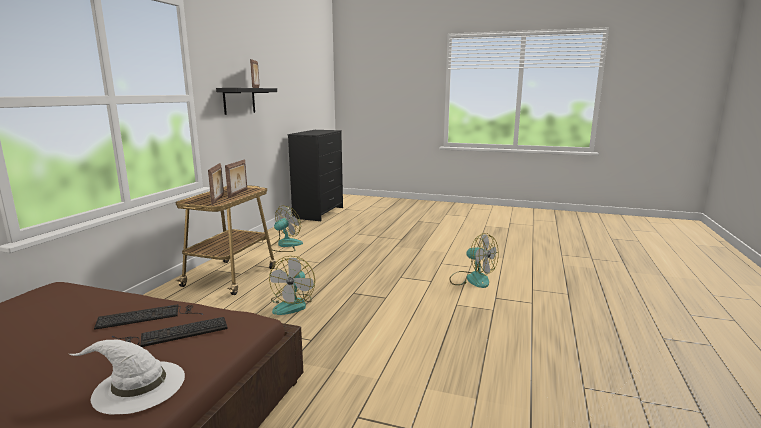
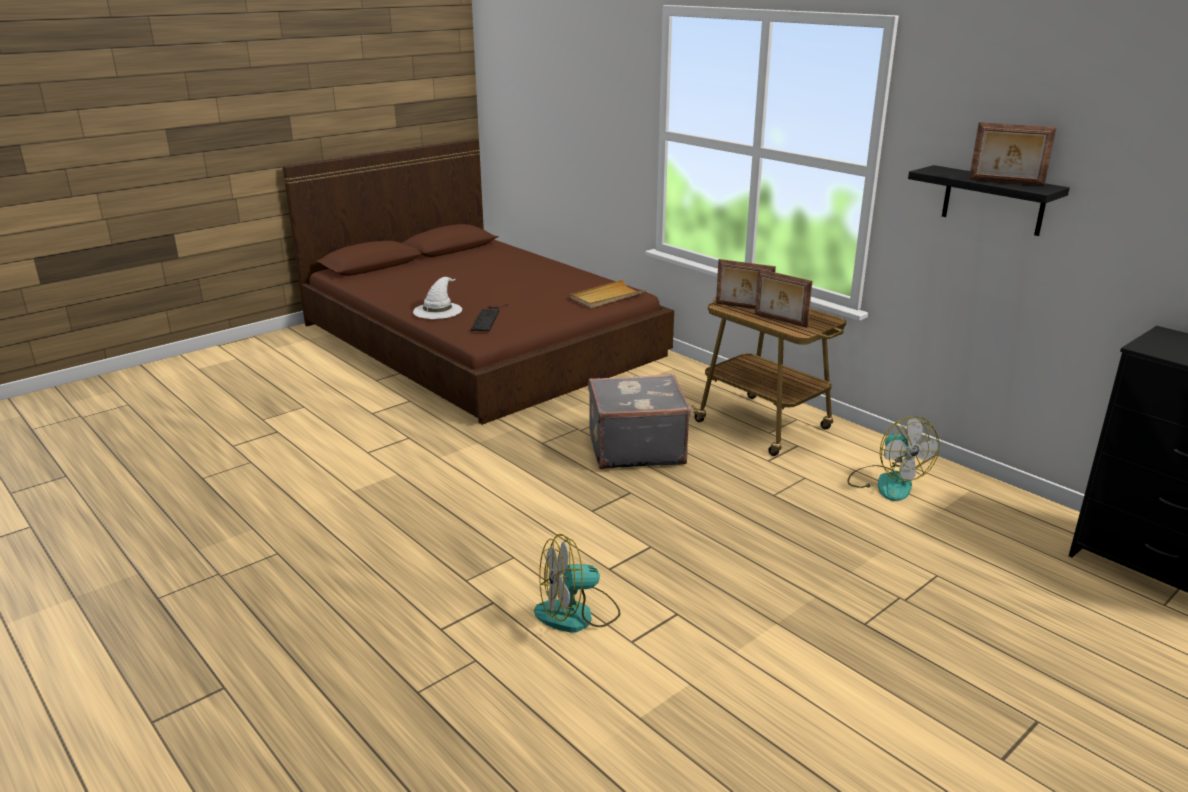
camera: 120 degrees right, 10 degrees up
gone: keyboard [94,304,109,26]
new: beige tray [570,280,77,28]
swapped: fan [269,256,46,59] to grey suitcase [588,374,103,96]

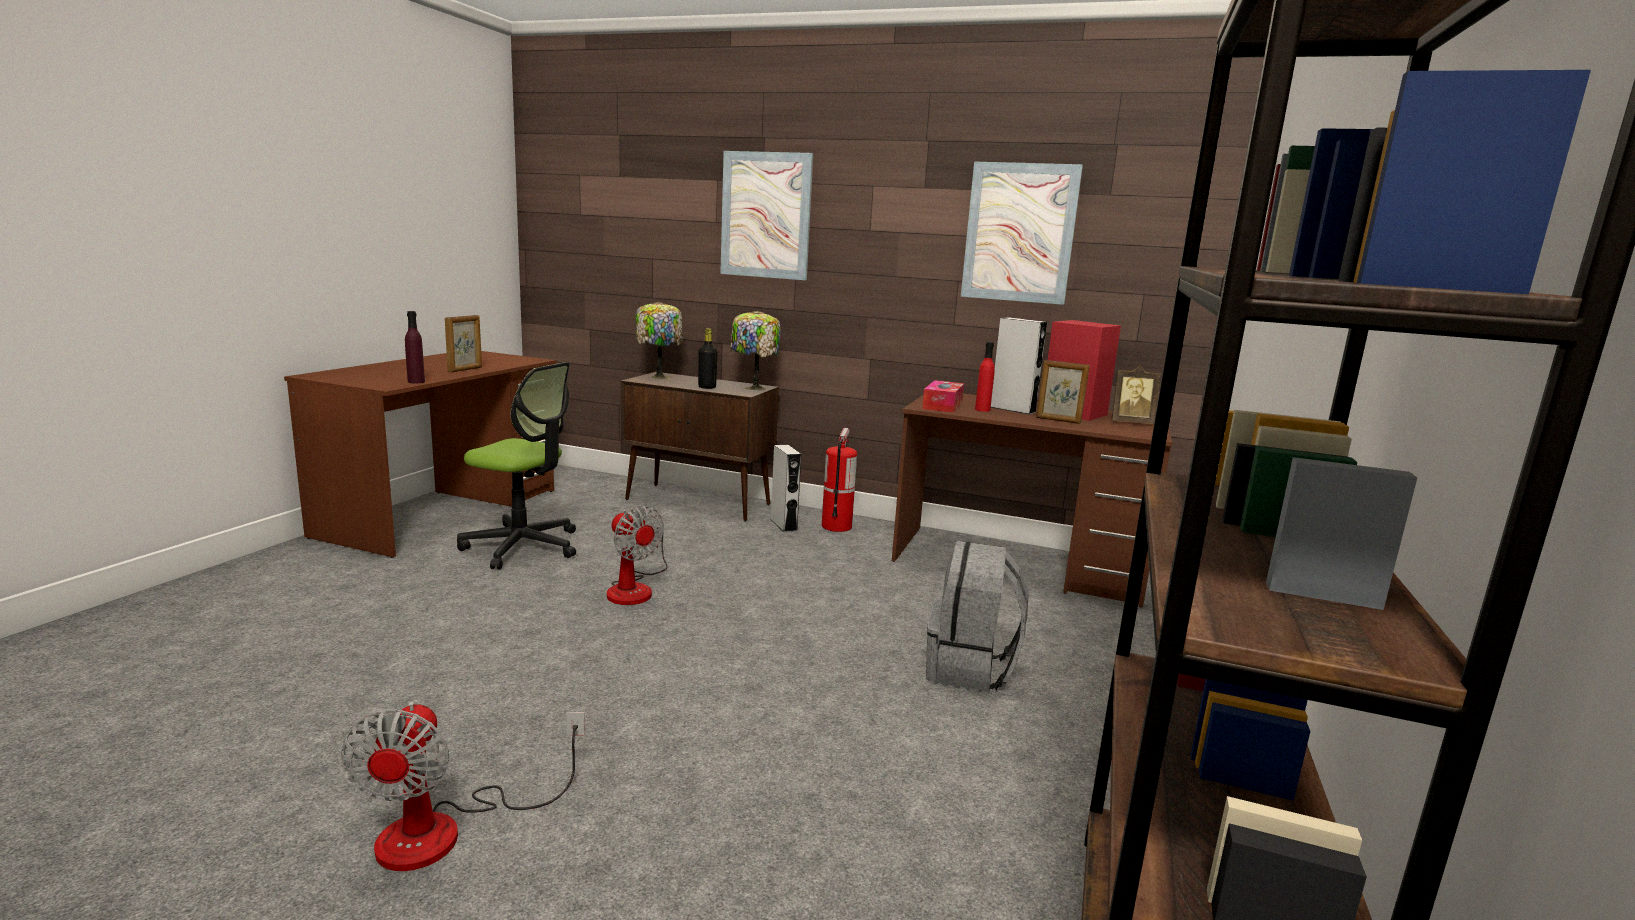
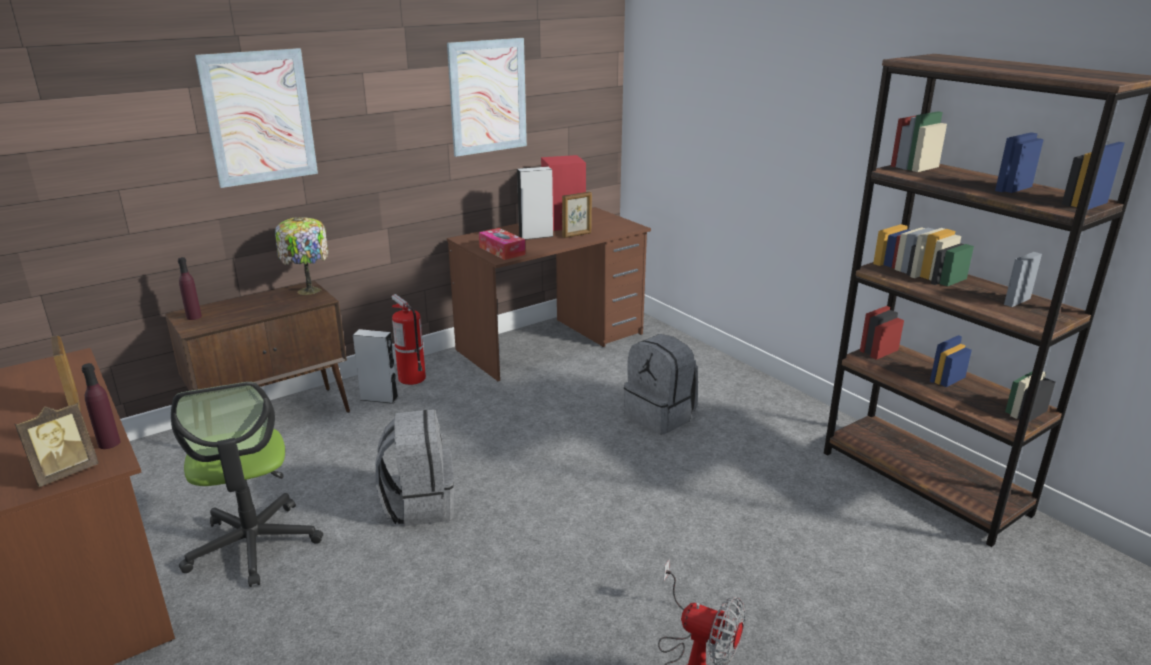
camera: 55 degrees left, 10 degrees up
gone: black bottle [698,328,20,61]; red bottle [975,342,20,70]
shifted: picture frame [1112,366,49,58] to [15,403,84,84]
swapped: fan [607,505,61,100] to grey backpack [375,409,79,118]; table lamp [636,302,47,77] to purple bottle [178,257,24,63]
rotated: office chair [457,362,119,208] = [171,382,152,205] 105 degrees clockwise

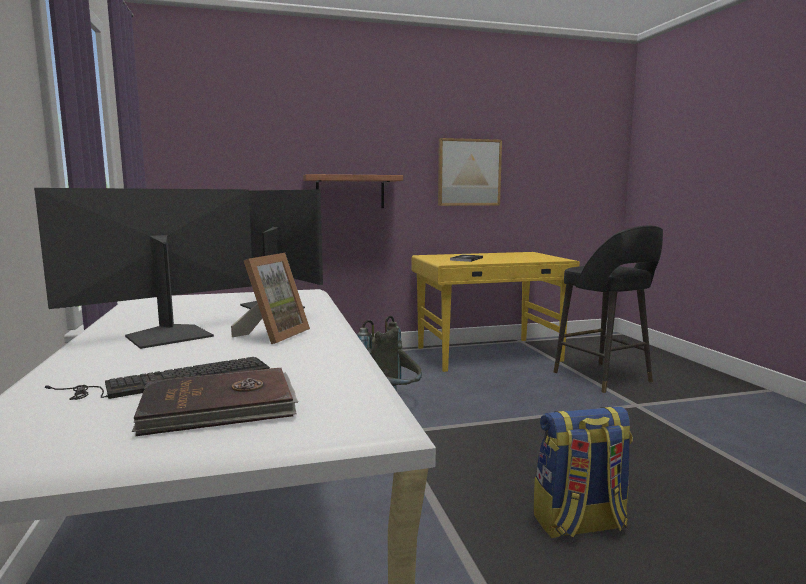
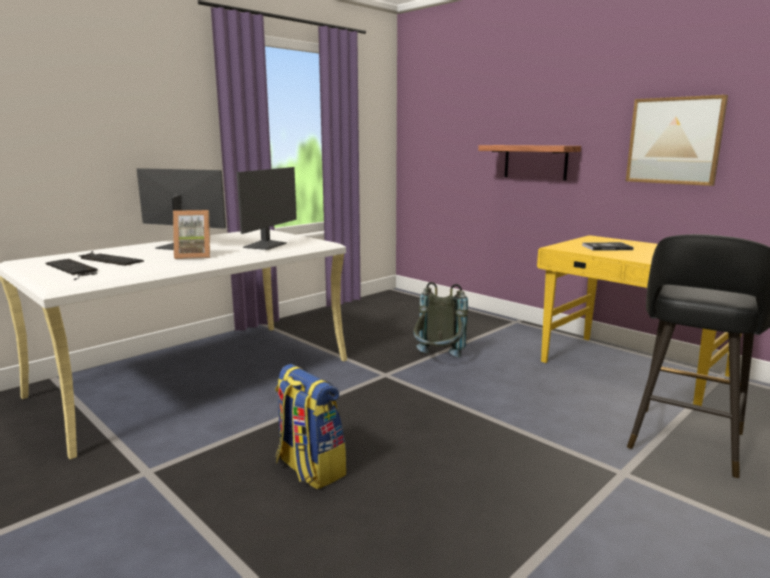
camera: 60 degrees right, 5 degrees up
swapped: brown book [132,368,166,68] to keyboard [45,259,53,21]

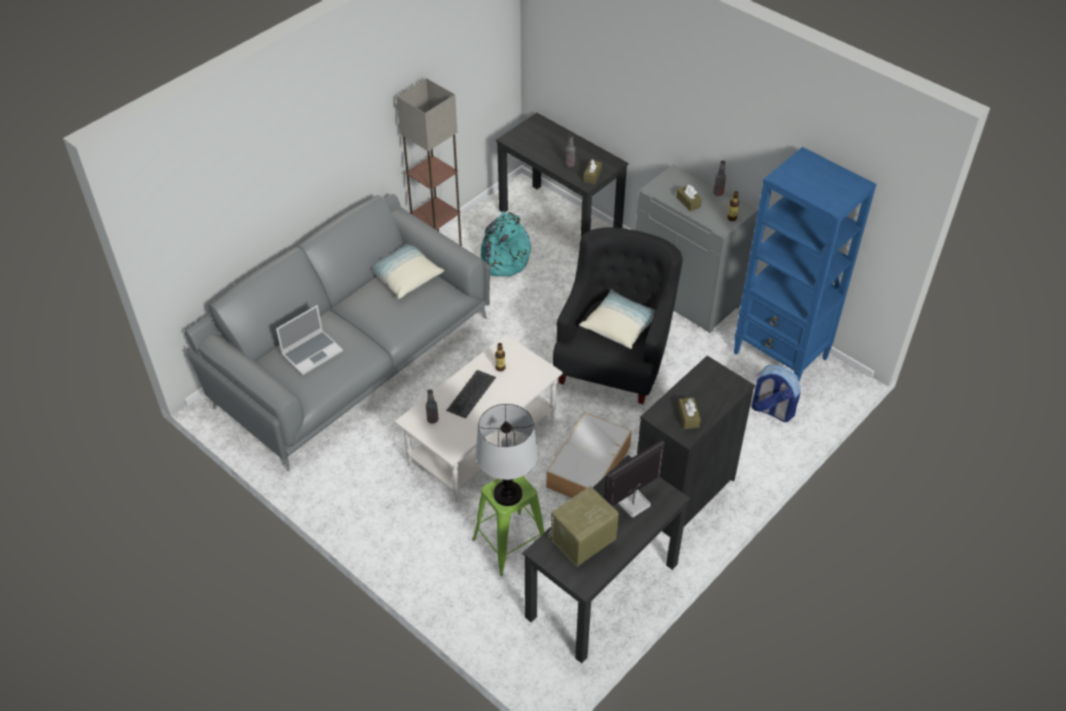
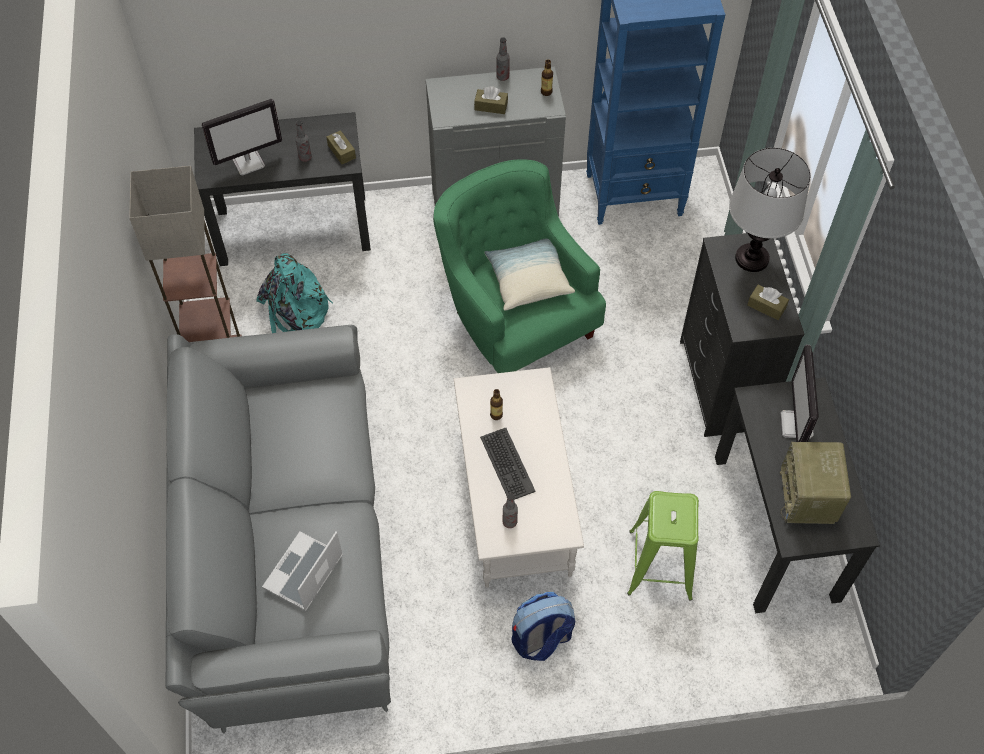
camera: 50 degrees left, 10 degrees up
gone: pillow [370,243,74,56]; storage box [546,412,86,86]
new: monitor [202,99,80,76]
shifted: table lamp [475,404,63,102] to [729,148,82,124]; backpack [752,365,49,57] to [511,592,64,69]
repainted: black armchair [553,227,130,177] to green armchair [433,160,173,213]
rotated: laptop [276,305,67,70] = [262,532,81,79] 150 degrees counterclockwise

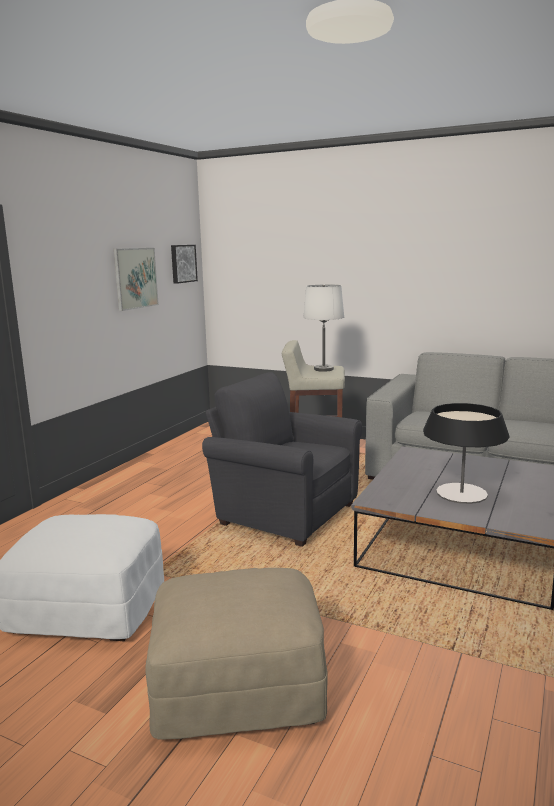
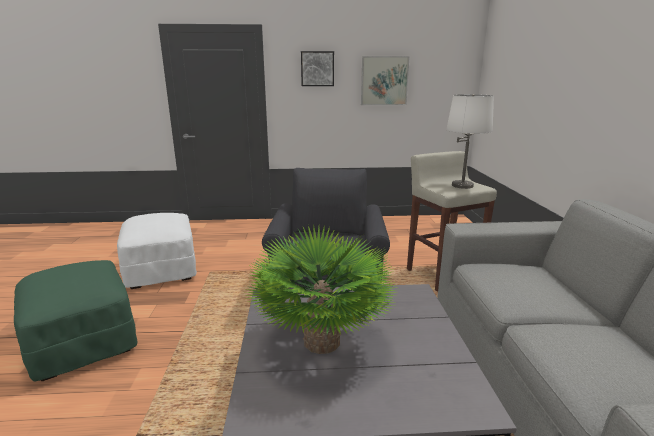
camera: 60 degrees right, 5 degrees up
shifted: picture [171,245,27,39] to [301,51,33,35]
swapped: table lamp [423,403,87,101] to potted plant [246,223,152,131]
repainted: beige ottoman [145,568,183,172] to green ottoman [14,260,123,122]

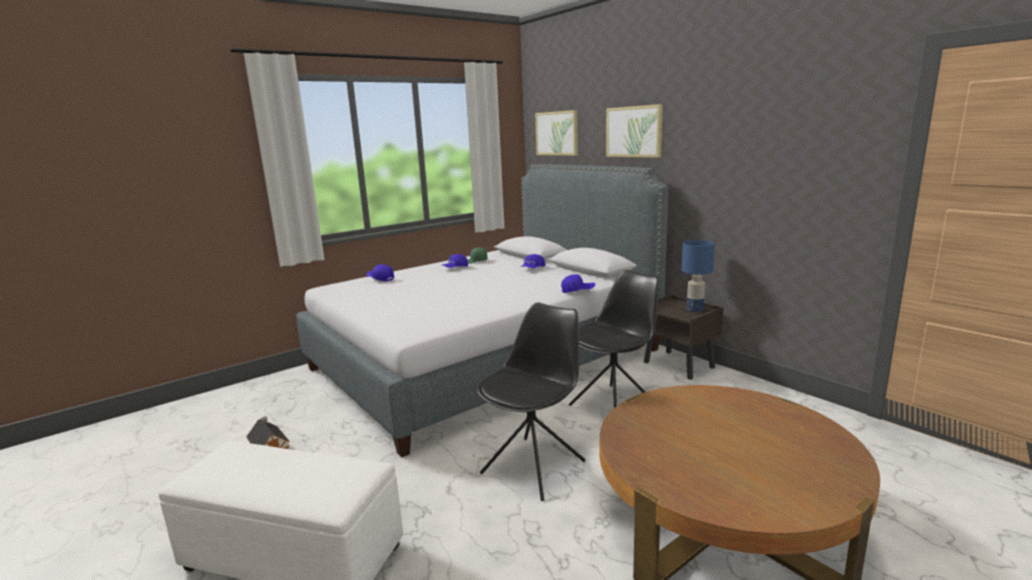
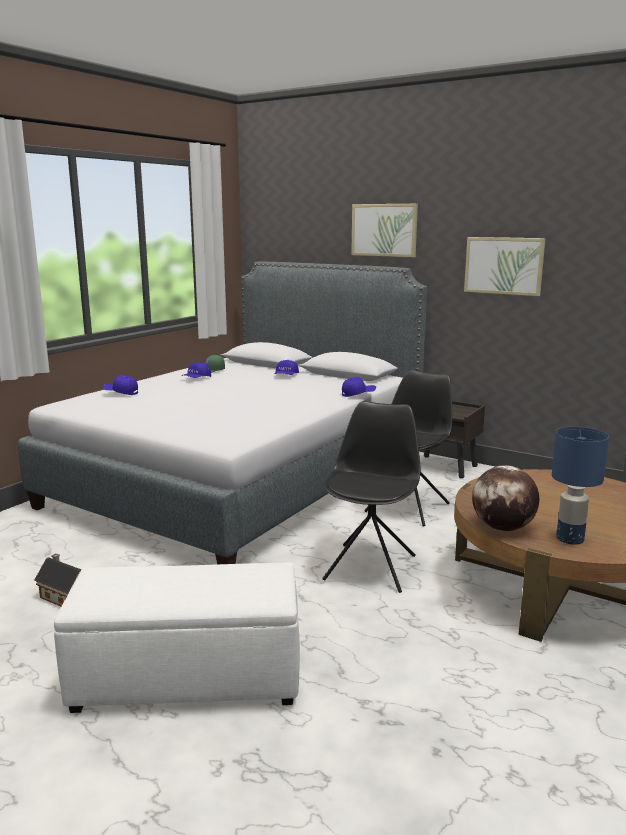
camera: 20 degrees left, 0 degrees up
new: globe [472,465,67,66]
shifted: picture [535,110,43,46] to [464,237,82,59]; blue table lamp [682,240,33,72] to [552,427,57,118]

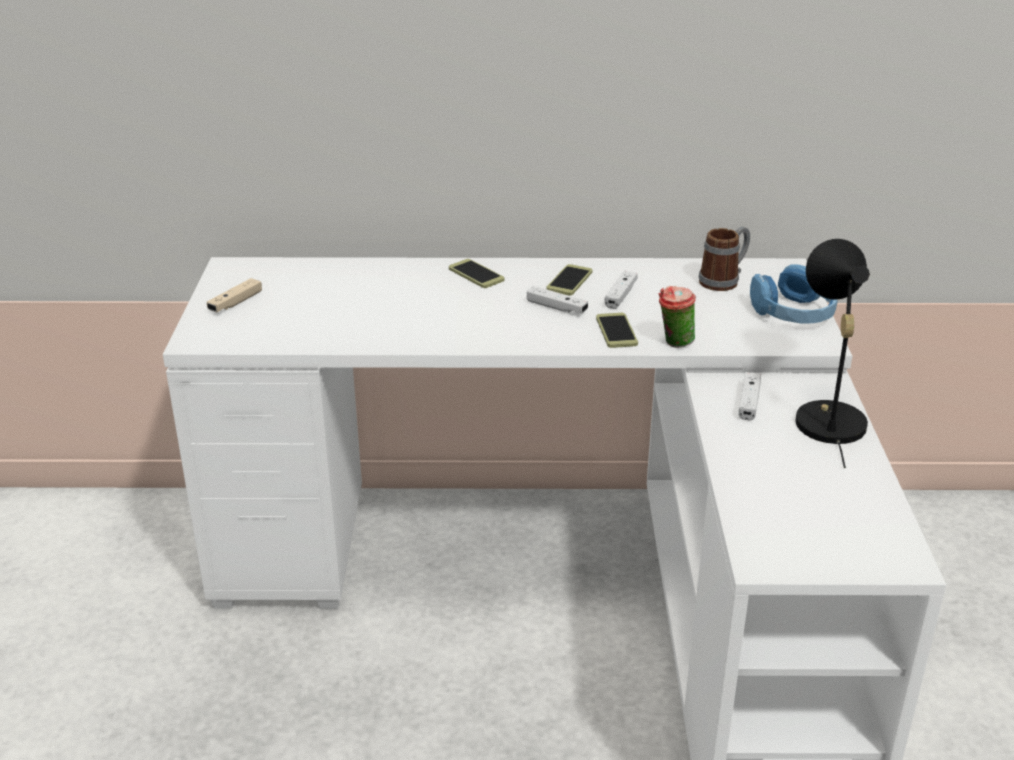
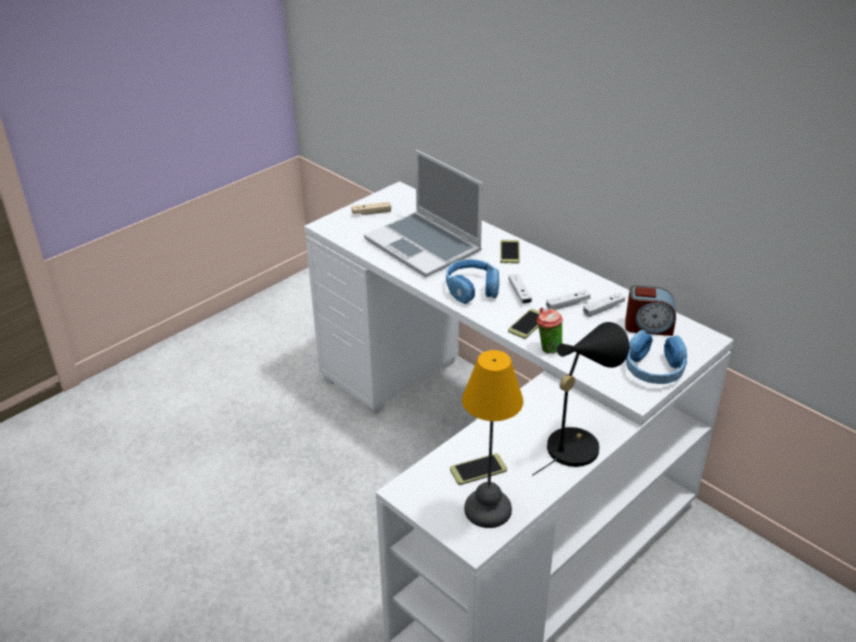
camera: 45 degrees right, 5 degrees up
new: laptop [364,150,119,127]; blue headphones [446,259,53,45]; table lamp [462,350,62,178]
shifted: phone [546,264,46,32] to [450,453,57,32]; white game controller [739,372,22,48] to [583,292,42,25]
swapped: mug [699,226,51,65] to alarm clock [625,285,51,51]

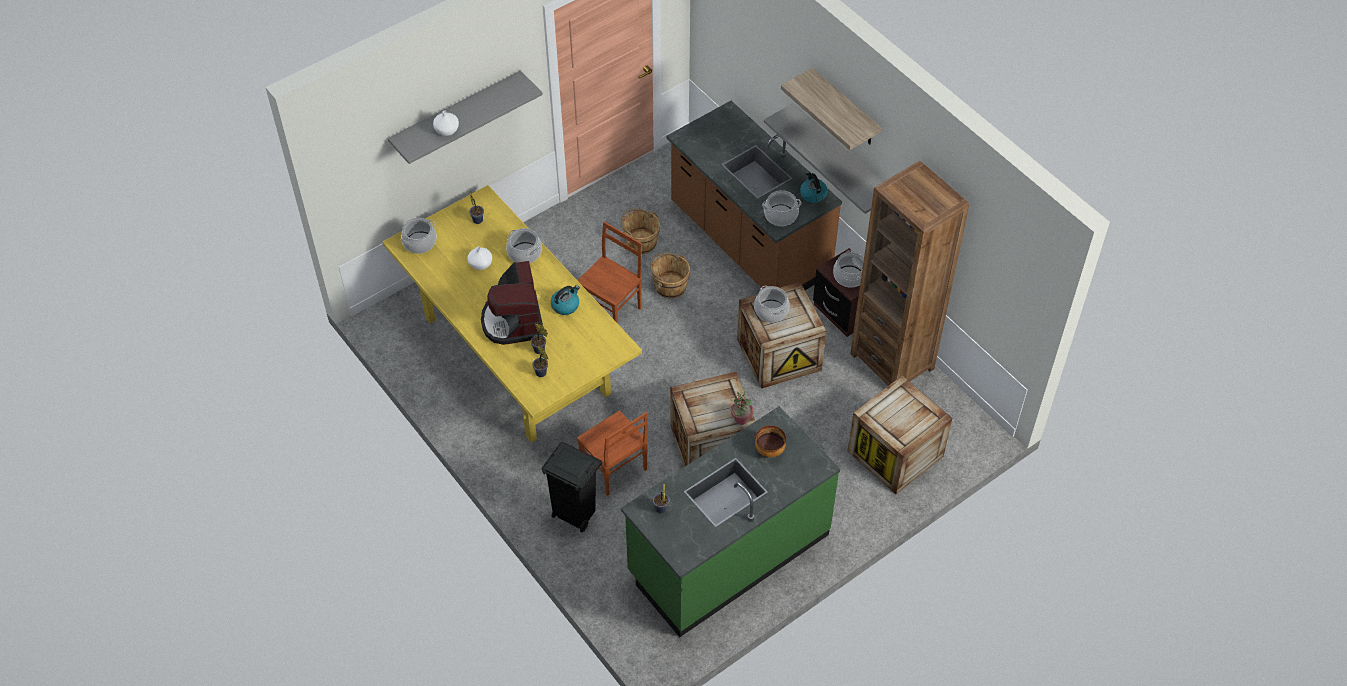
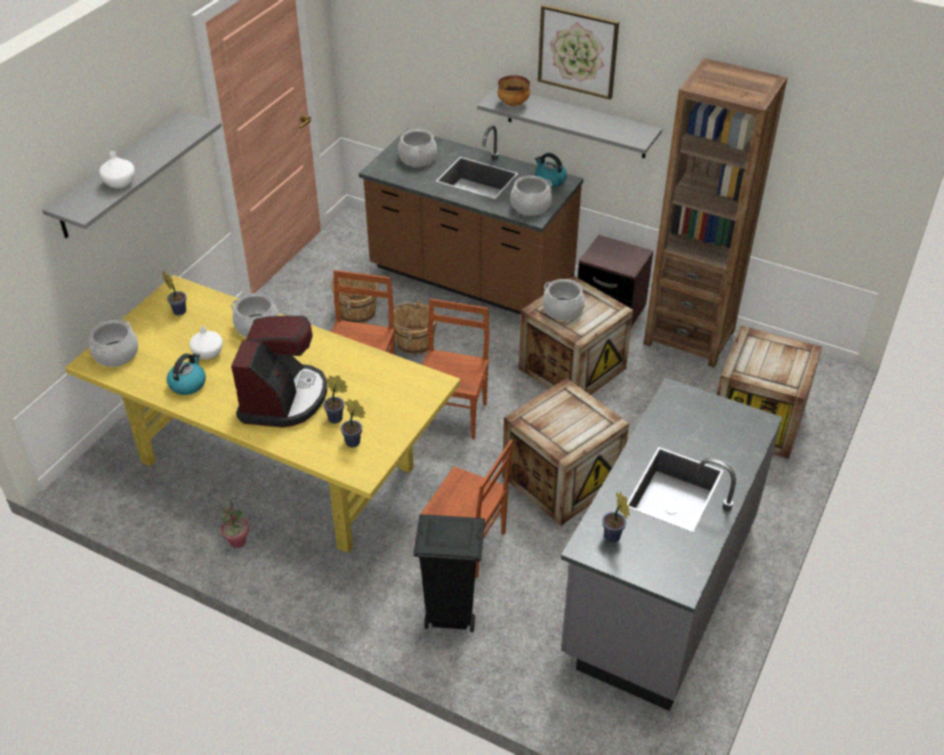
camera: 25 degrees left, 10 degrees down
new: brown chair [422,299,67,140]
shifted: kettle [551,285,29,30] to [167,353,39,42]; potted plant [731,389,22,36] to [221,500,28,48]; bowl [755,426,31,31] to [498,75,32,31]; cooking pot [833,250,31,38] to [398,129,39,38]
swapped: shelf [781,68,101,82] to picture [538,4,81,96]
repainted: green counter [621,406,219,231] to grey counter [561,378,222,333]
rotated: coffee machine [481,261,62,84] = [231,316,96,112] 135 degrees counterclockwise

